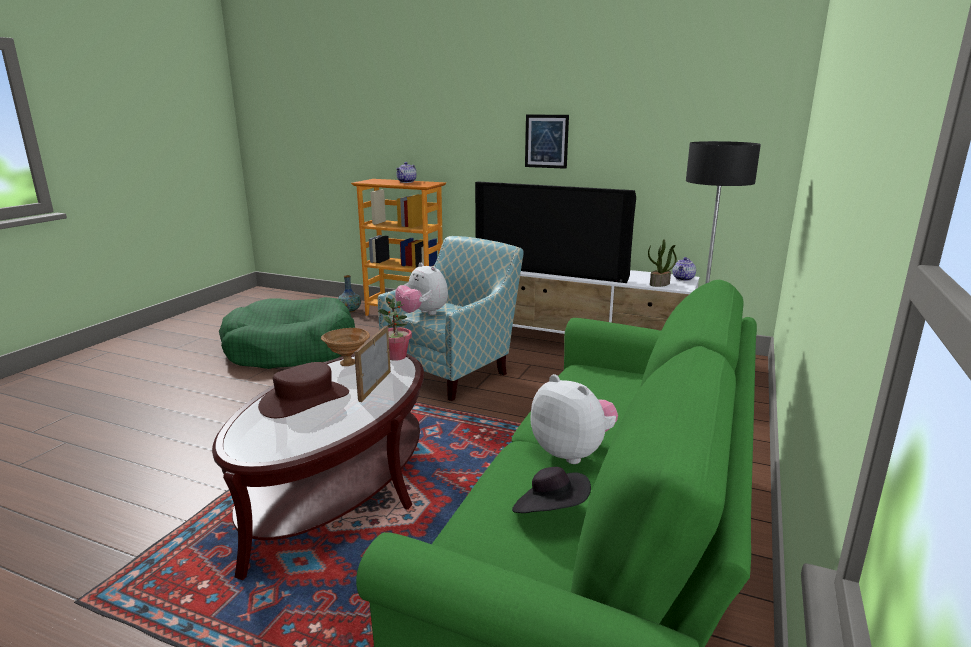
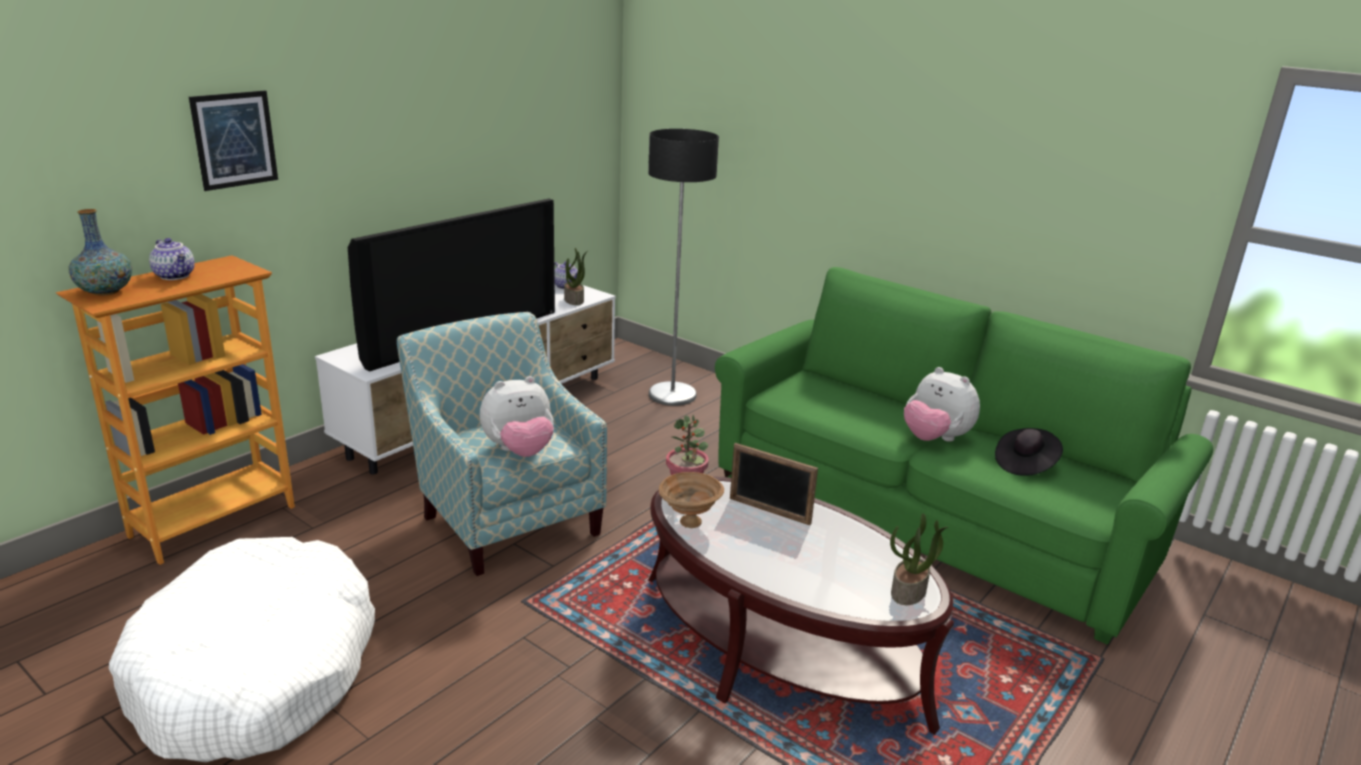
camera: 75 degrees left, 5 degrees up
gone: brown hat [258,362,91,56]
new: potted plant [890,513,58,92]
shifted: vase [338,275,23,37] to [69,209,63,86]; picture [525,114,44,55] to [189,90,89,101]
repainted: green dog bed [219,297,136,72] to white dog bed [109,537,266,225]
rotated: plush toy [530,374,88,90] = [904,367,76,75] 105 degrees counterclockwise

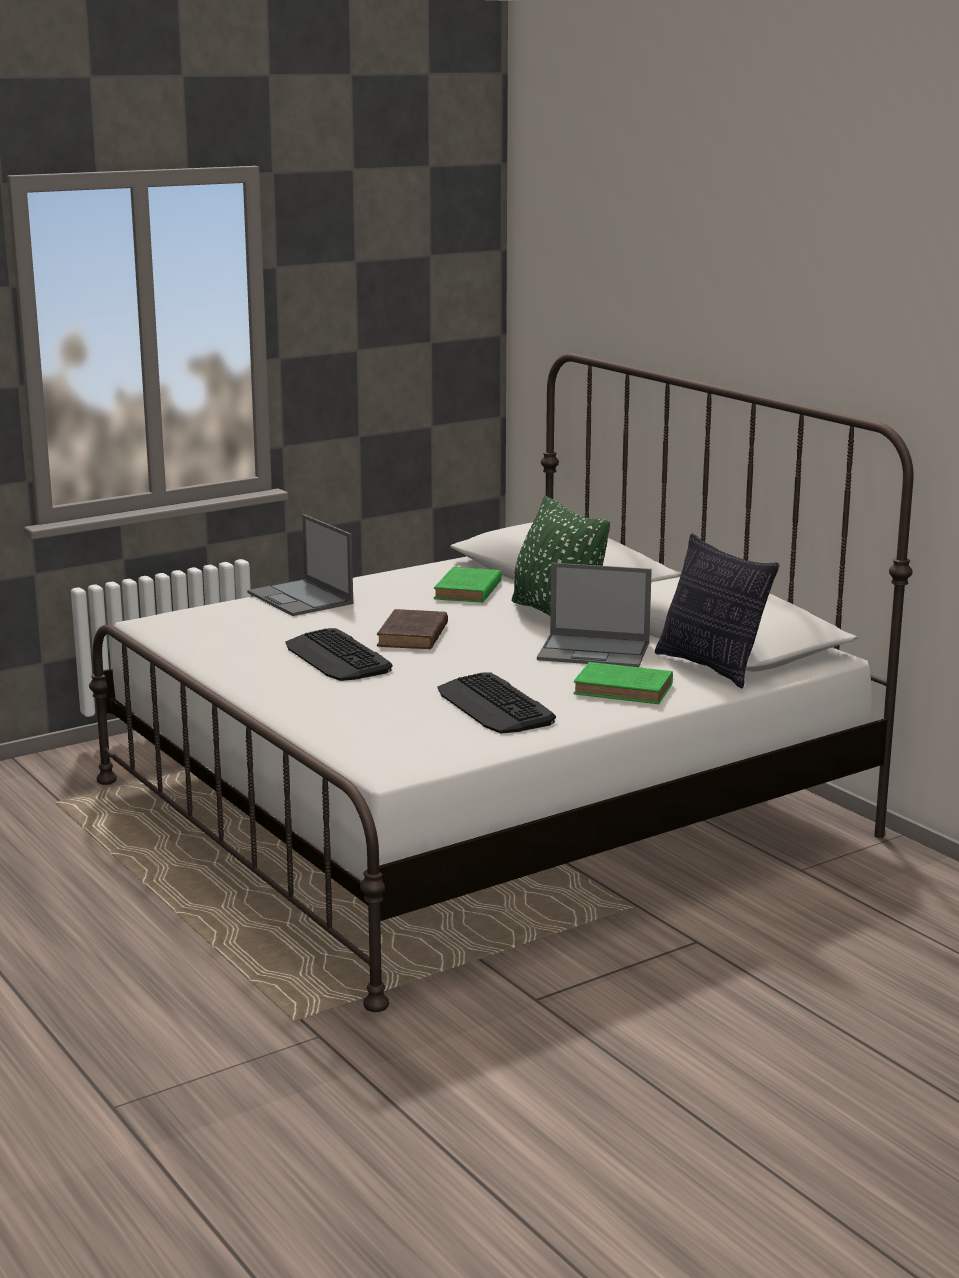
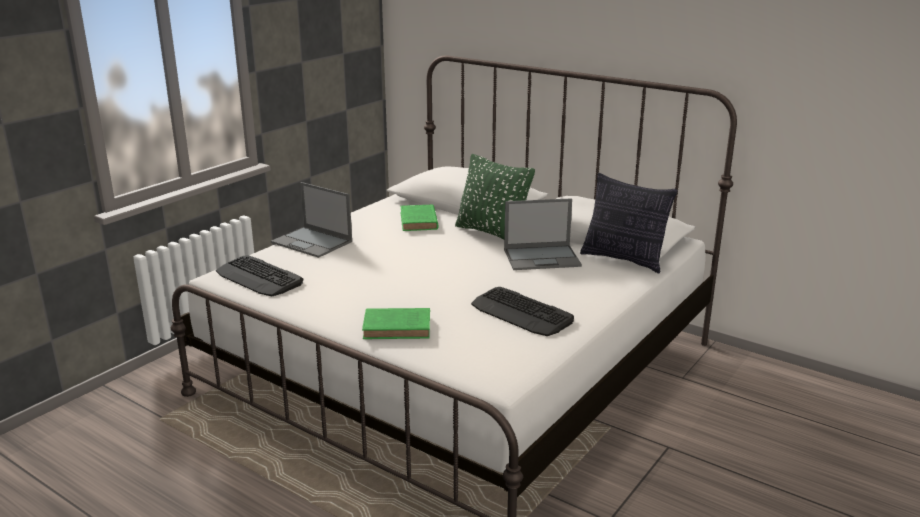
camera: 20 degrees left, 5 degrees up
gone: brown book [377,609,71,40]
shifted: keyboard [285,628,108,53] to [216,255,87,41]; green book [573,662,100,42] to [362,308,68,31]

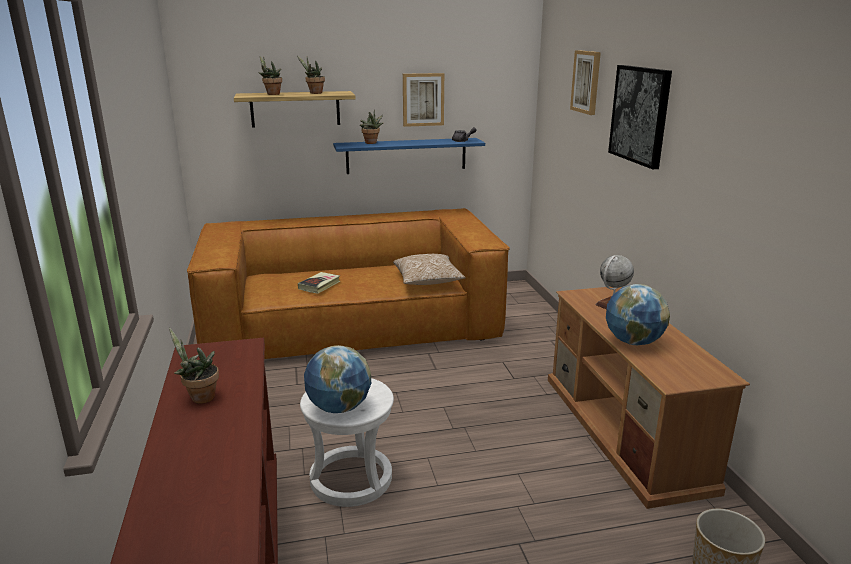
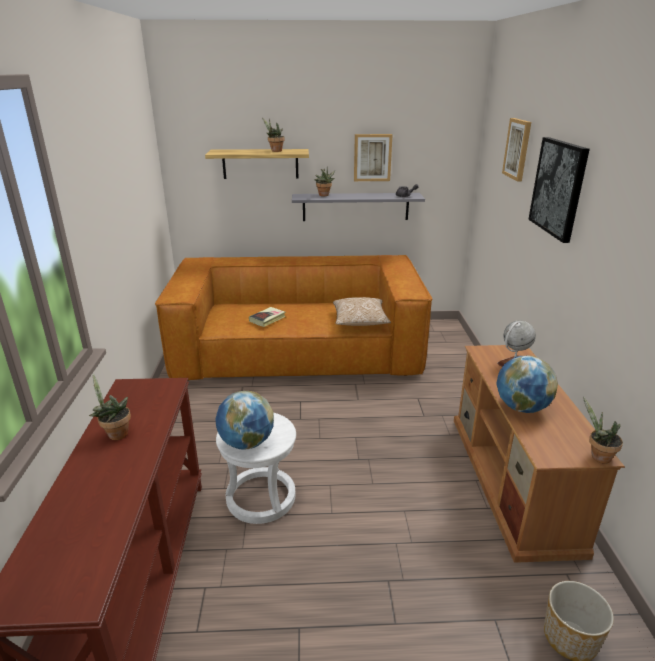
camera: 10 degrees right, 5 degrees up
shifted: potted plant [258,56,24,39] to [583,397,40,67]
repainted: blue shelf [333,138,152,36] to grey shelf [292,193,133,28]

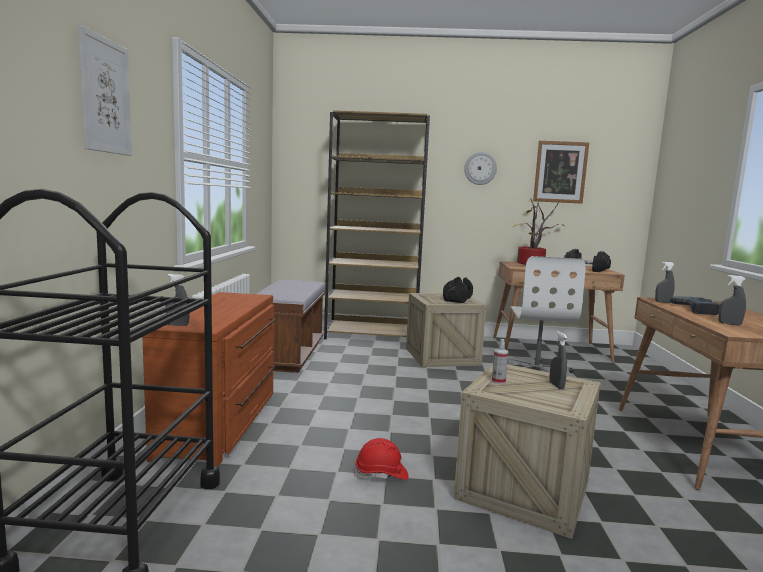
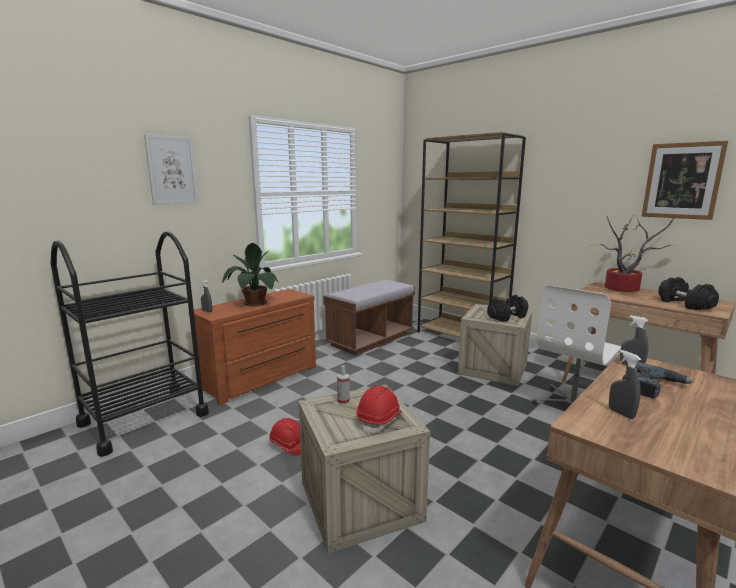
camera: 40 degrees right, 5 degrees up
gone: wall clock [464,152,33,33]
new: potted plant [222,243,57,63]
swapped: grey spray bottle [549,331,18,58] to red hard hat [356,386,46,49]

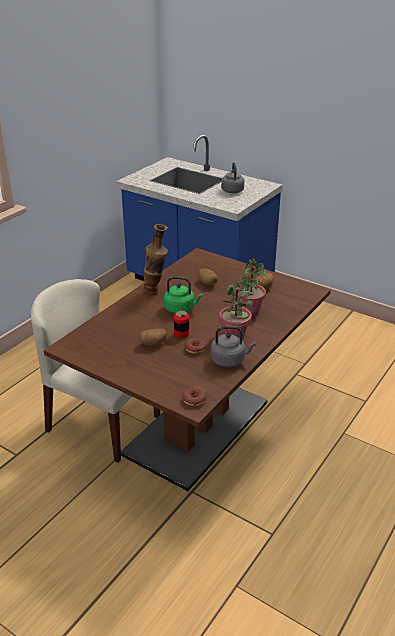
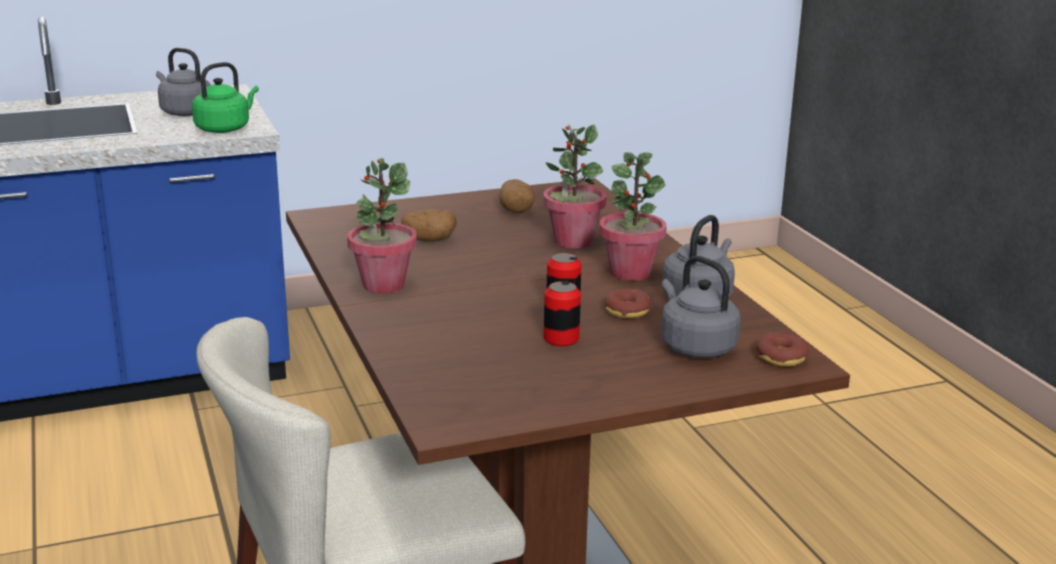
camera: 55 degrees left, 10 degrees down
new: grey kettle [661,256,79,102]
shifted: green kettle [164,276,39,38] to [192,62,67,71]
swapped: potato [139,329,29,17] to can [544,281,37,65]; vase [143,224,25,71] to potted plant [347,158,70,136]

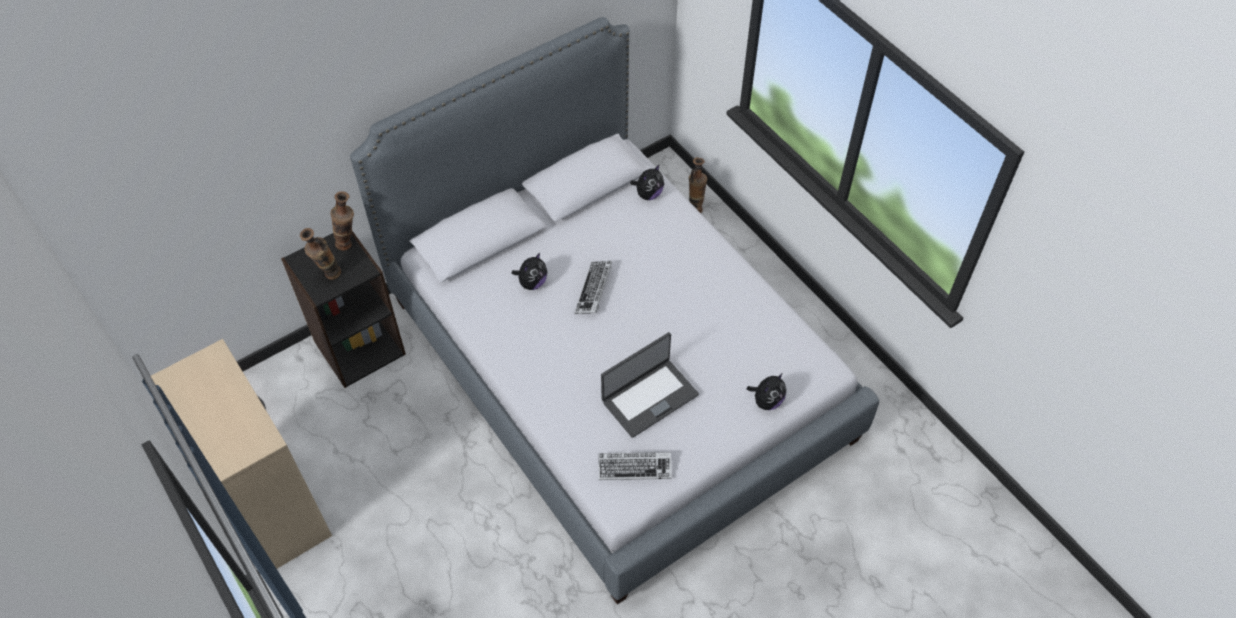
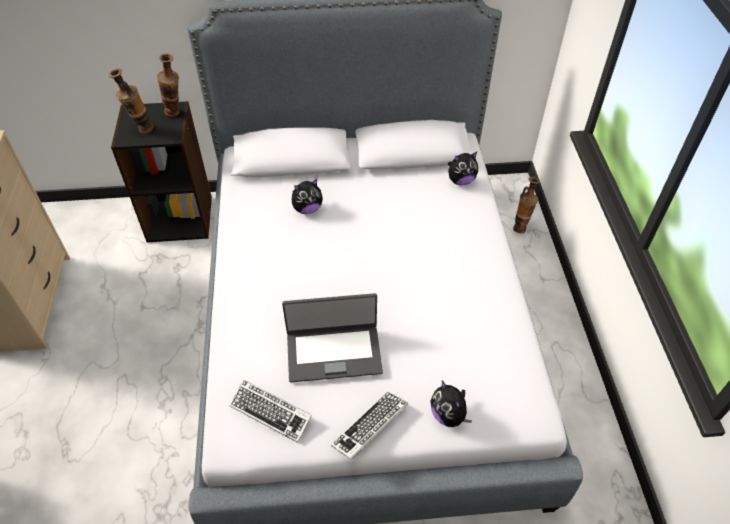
camera: 30 degrees right, 5 degrees down
shifted: keyboard [574,261,38,53] to [331,391,77,69]
rotated: plush toy [746,373,40,37] = [430,381,42,46] 75 degrees clockwise

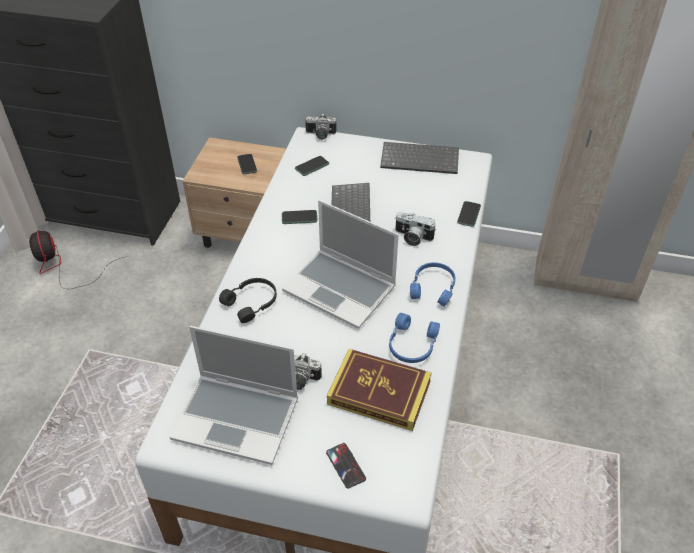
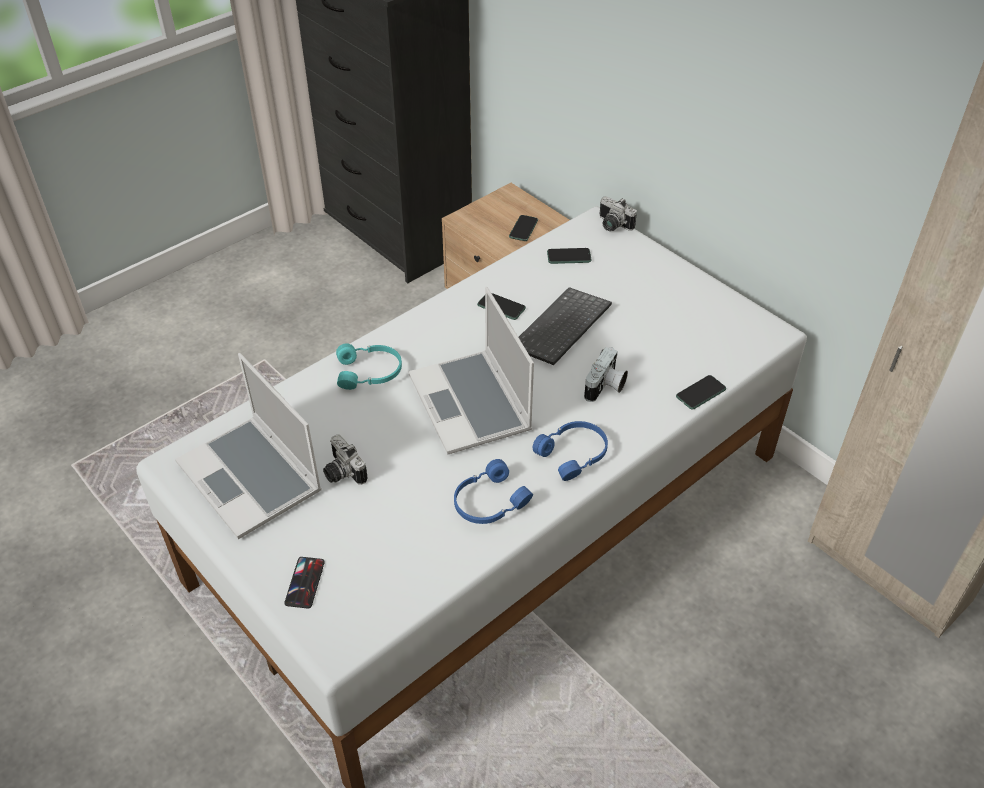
camera: 35 degrees right, 0 degrees up
gone: fan [29,230,98,59]; book [327,349,105,82]; keyboard [380,142,79,32]
repainted: black headphones [219,278,58,45] to turquoise headphones [336,343,66,47]
rotated: photo camera [395,212,41,34] = [584,347,44,55] 120 degrees counterclockwise

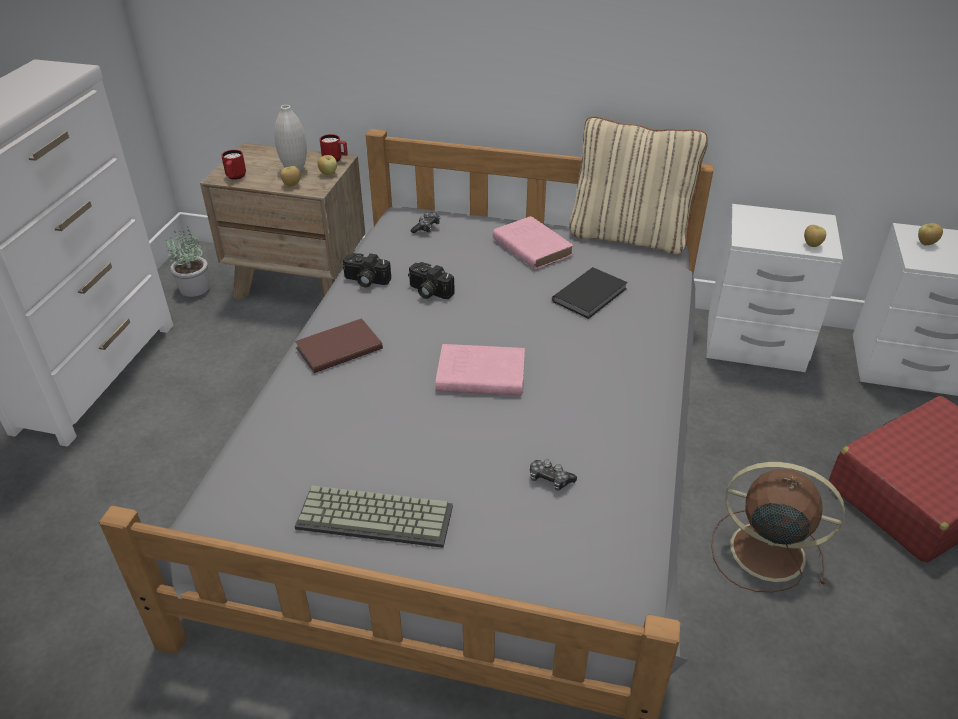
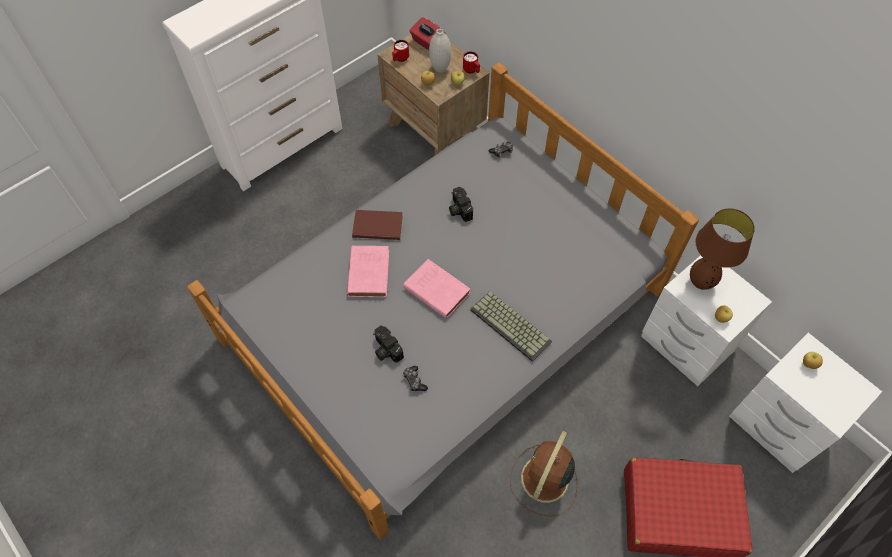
camera: 35 degrees right, 20 degrees up
gone: potted plant [165,229,45,68]; black book [552,267,76,52]; beige pillow [569,117,139,137]
new: red tissue box [409,17,36,33]; brown table lamp [690,208,65,82]
shifted: keyboard [295,486,158,62] to [470,291,82,71]; photo camera [343,253,48,35] to [373,326,31,37]; pink book [493,216,81,54] to [347,246,42,51]
rotated: brown fan [711,462,134,130] = [510,431,68,86] 120 degrees counterclockwise

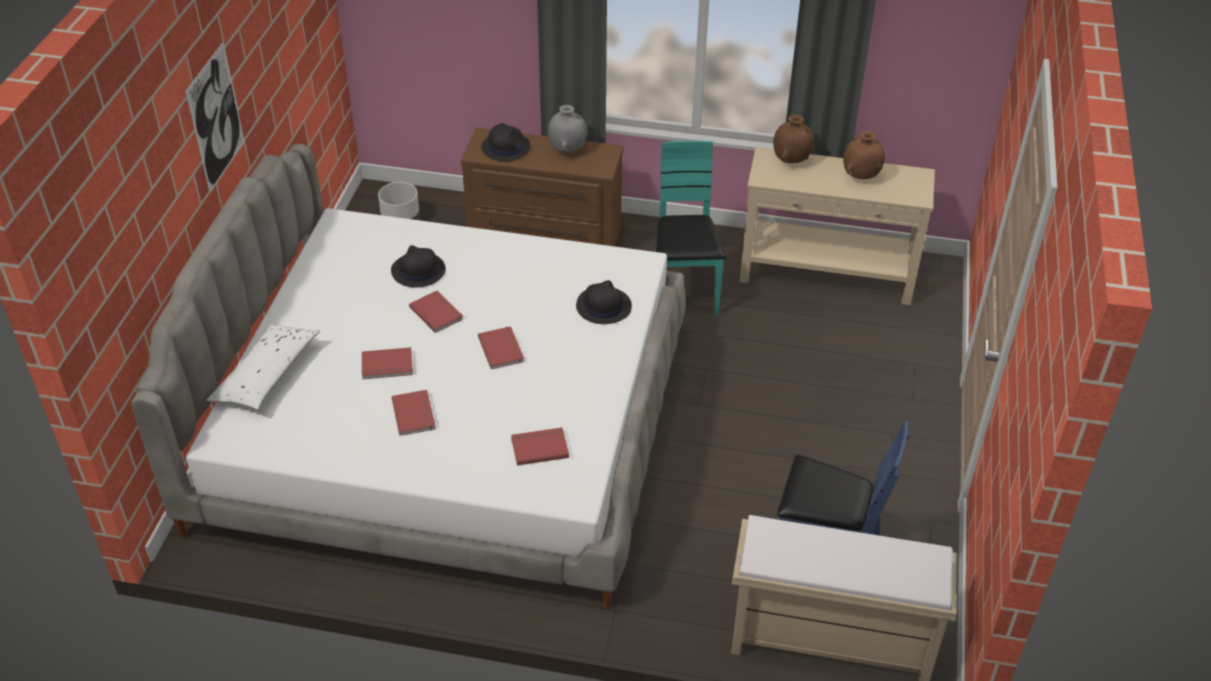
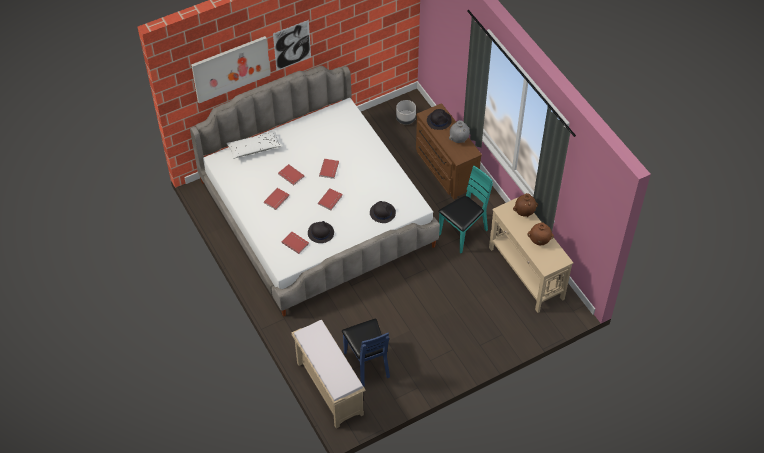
camera: 50 degrees right, 10 degrees up
new: picture [191,36,79,67]
shifted: black hat [391,245,55,43] to [308,221,26,22]

